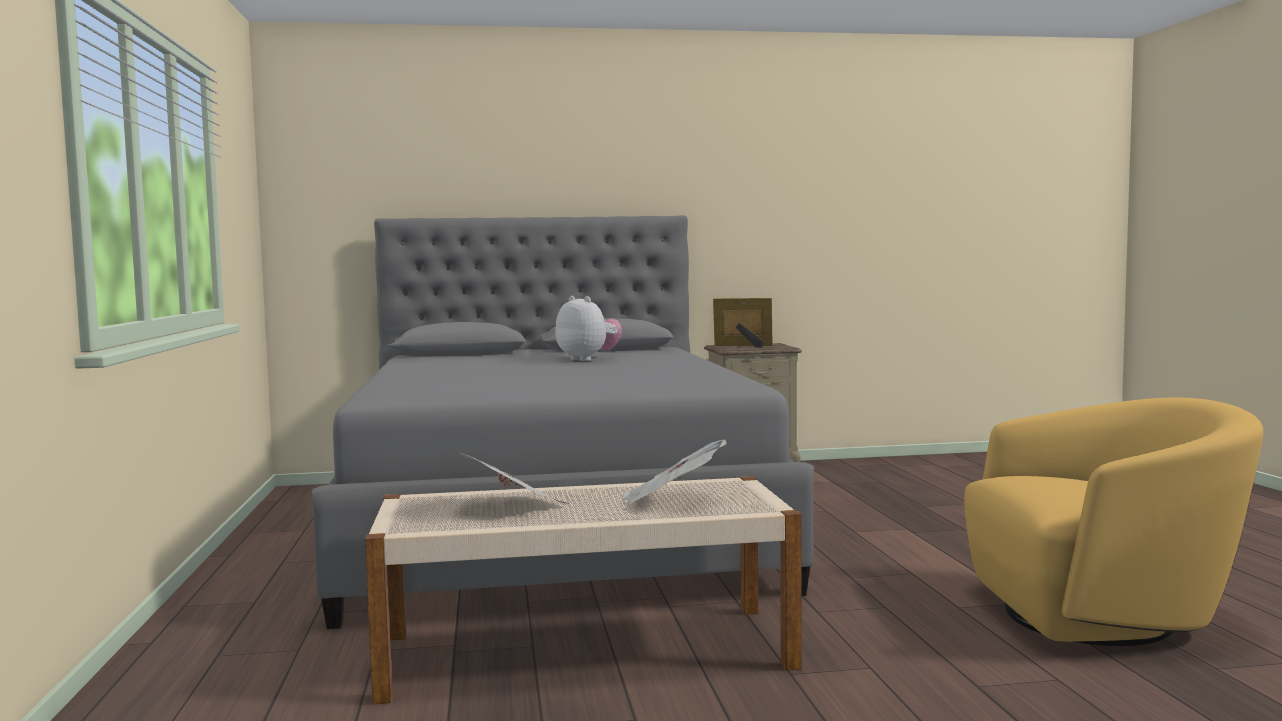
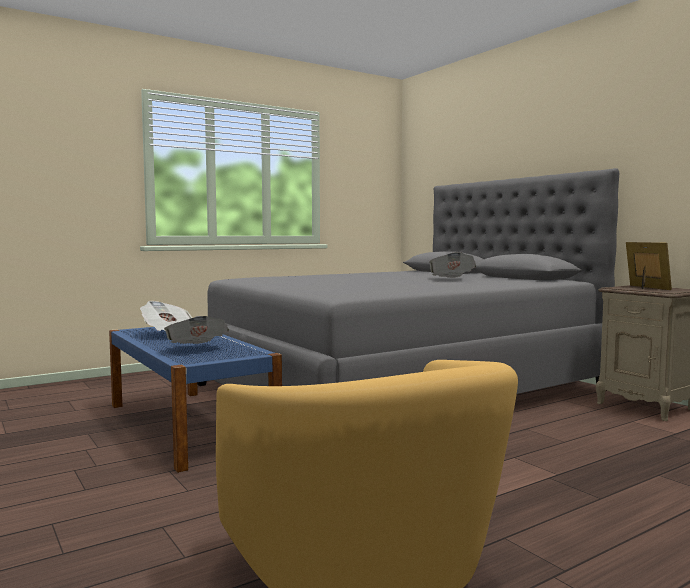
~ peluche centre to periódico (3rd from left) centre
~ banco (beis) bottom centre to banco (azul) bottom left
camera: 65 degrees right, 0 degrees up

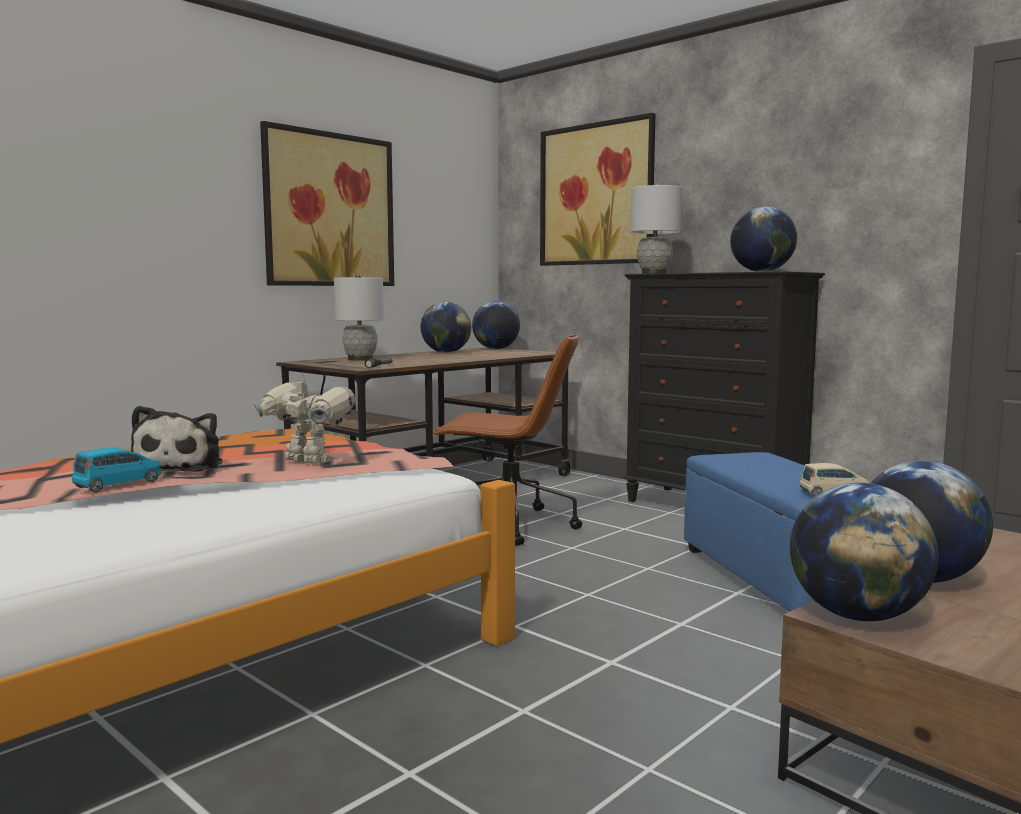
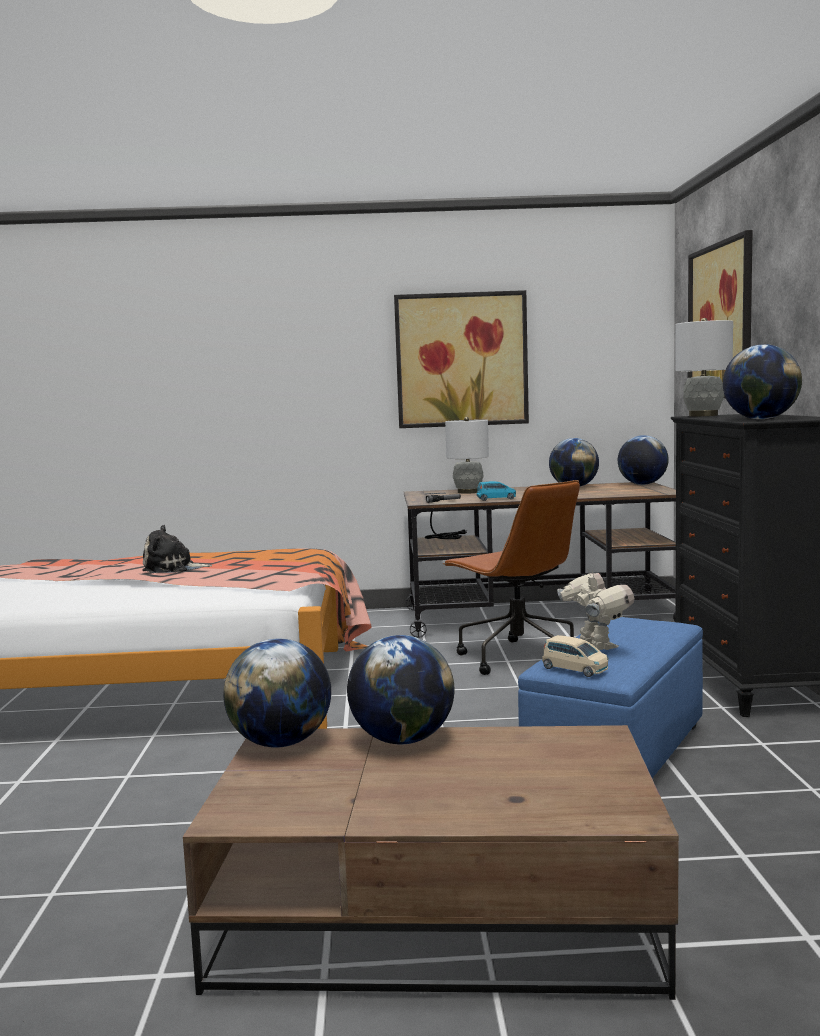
~ robot de juguete middle left to middle right
~ peluche middle left = middle left 45 degrees clockwise
~ coche de juguete (azul) middle left to centre
camera: 45 degrees right, 0 degrees up

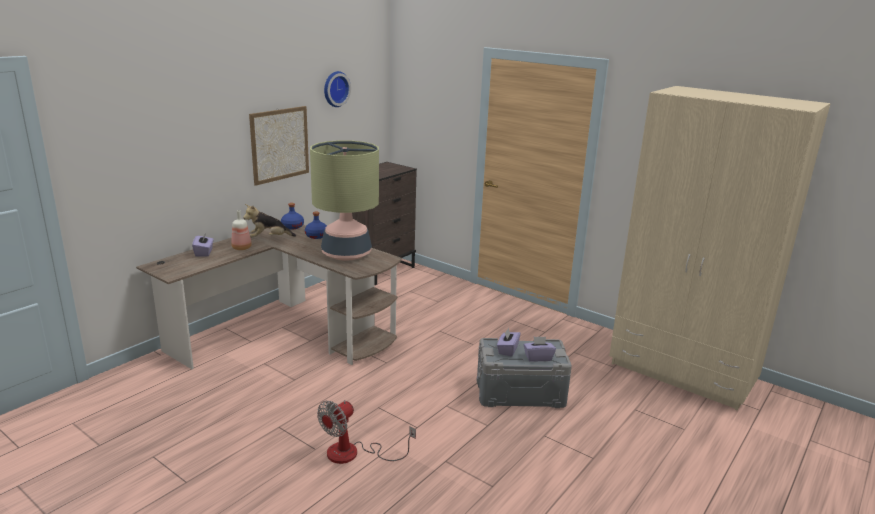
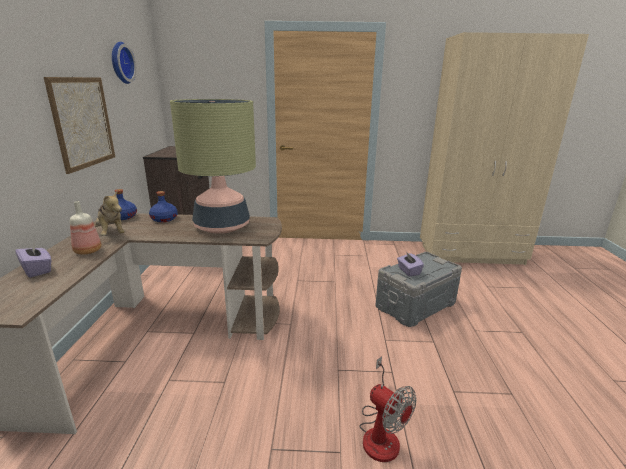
~ peluche middle left = middle left 75 degrees counterclockwise
- caja de pañuelos (morado) (3rd from left) bottom centre
~ ventilador bottom centre = bottom centre 45 degrees counterclockwise
camera: 35 degrees left, 0 degrees up

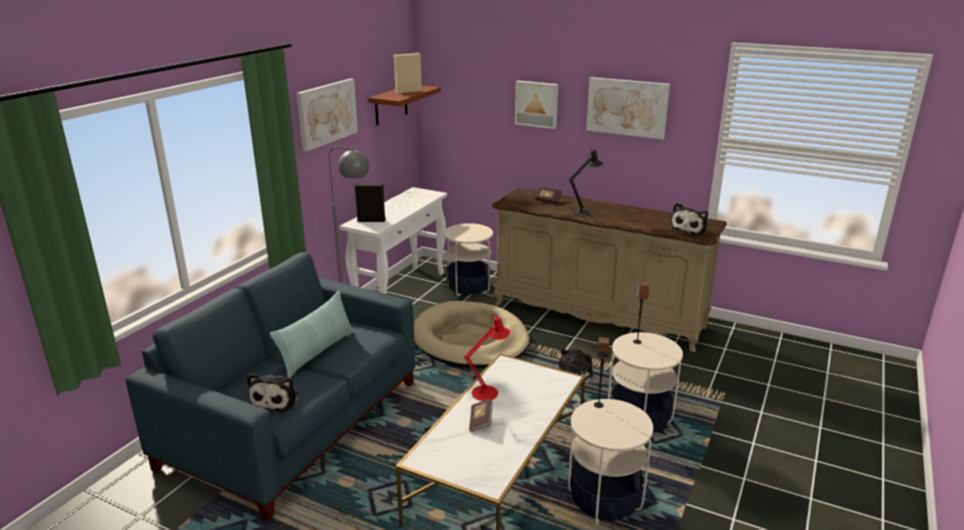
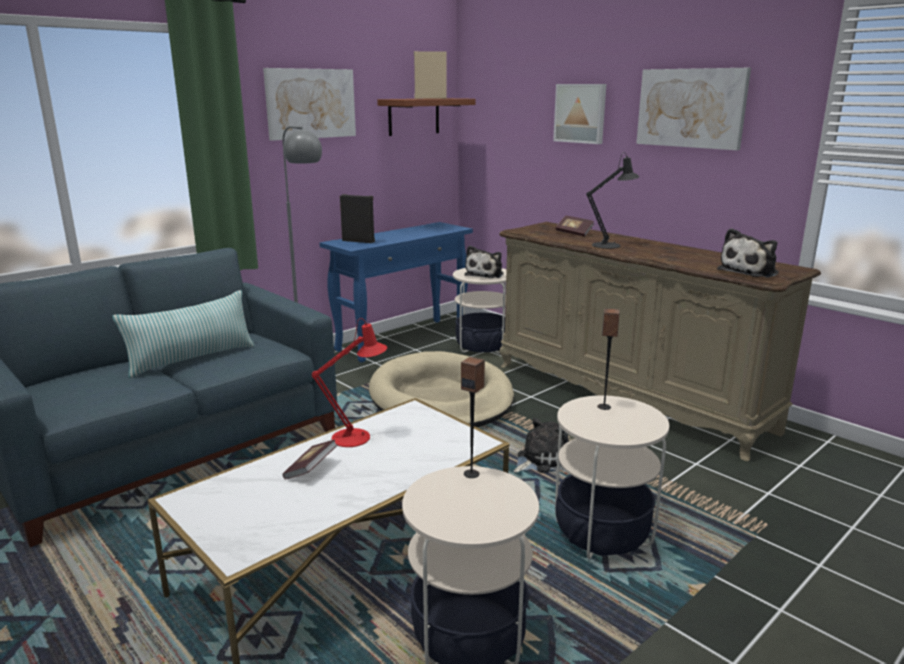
~ mesa consola (blanco) centre to mesa consola (azul) centre
~ peluche (1st from left) bottom left to centre
camera: 20 degrees right, 5 degrees down

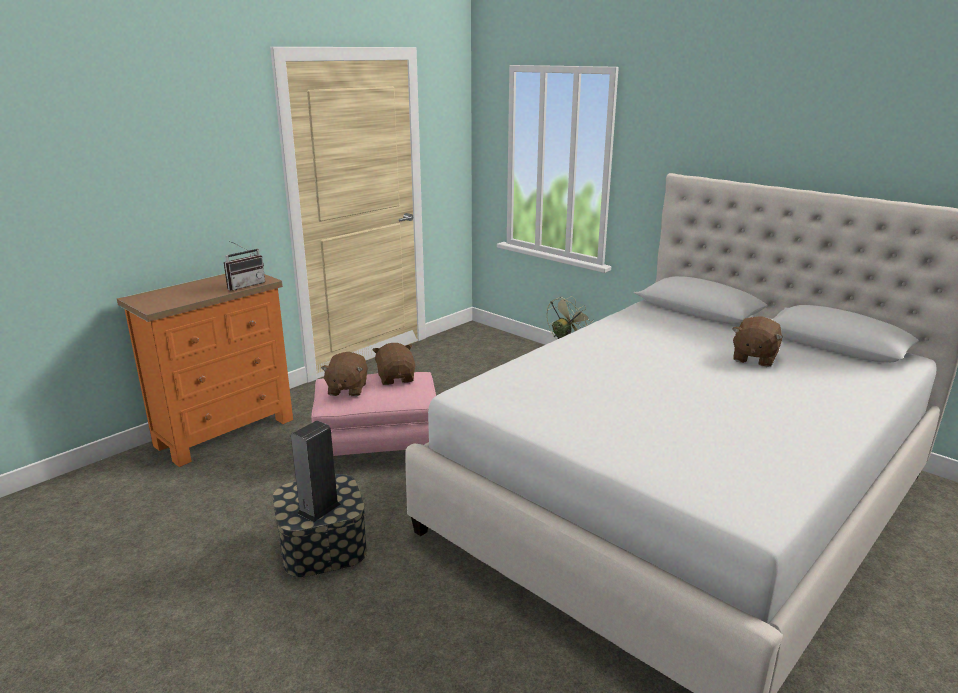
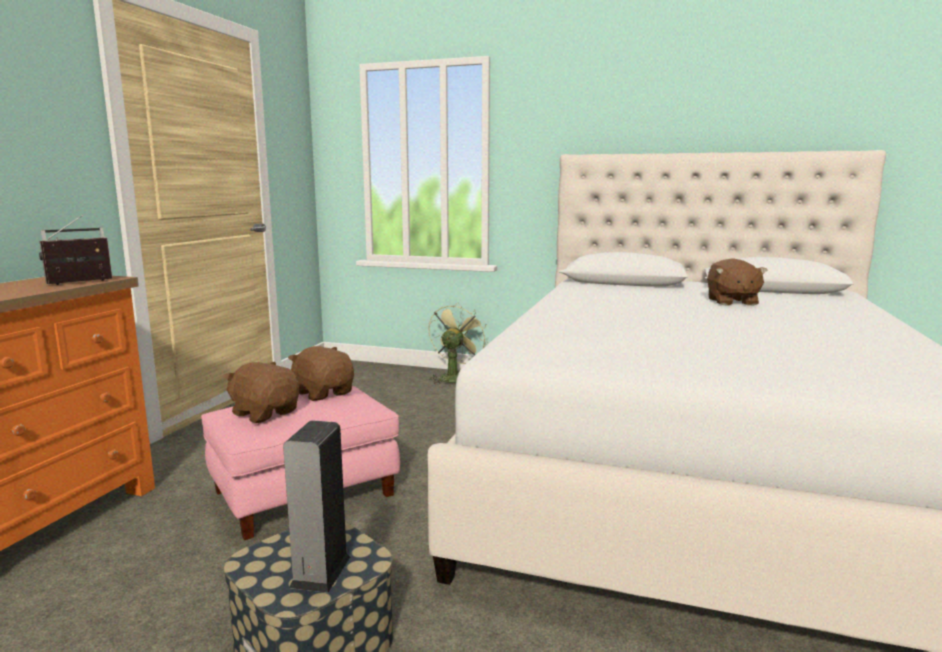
~ radio middle left = middle left 150 degrees counterclockwise
~ peluche (marrón) (1st from left) centre = middle left 150 degrees clockwise
camera: 25 degrees left, 10 degrees down

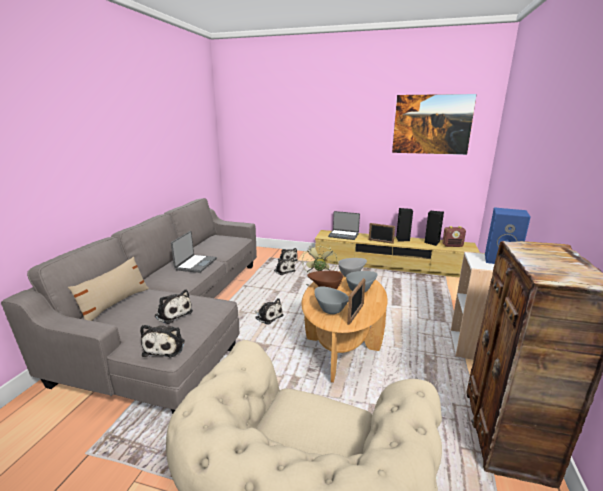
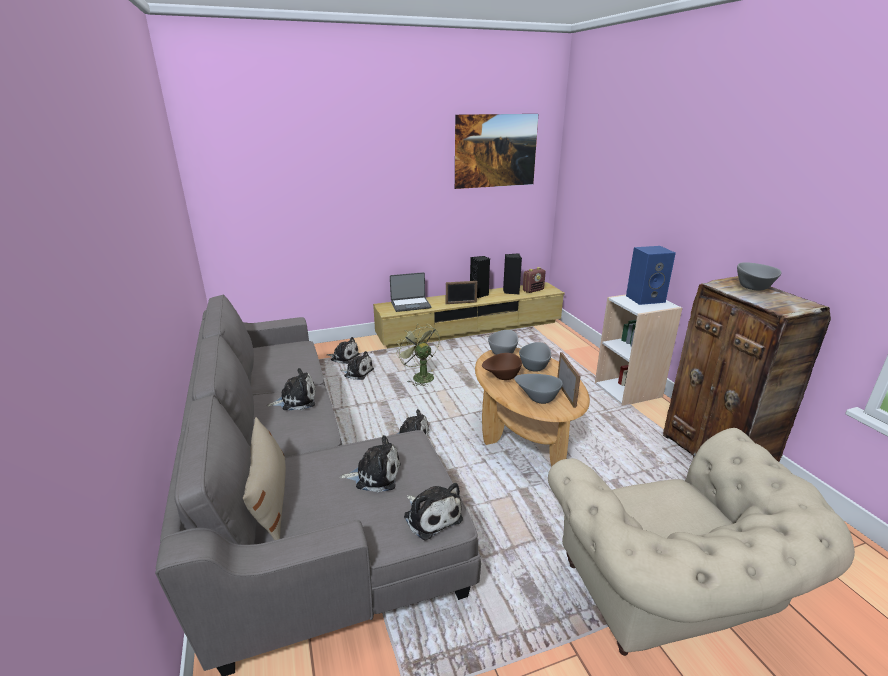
~ portátil (1st from left) middle left to peluche (1st from left) middle left
+ cuenco (gris) (4th from left) middle right
camera: 35 degrees left, 5 degrees up

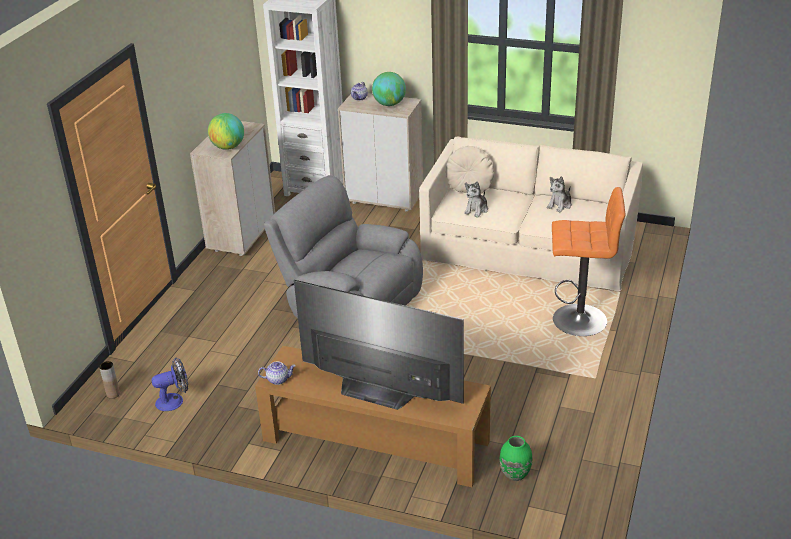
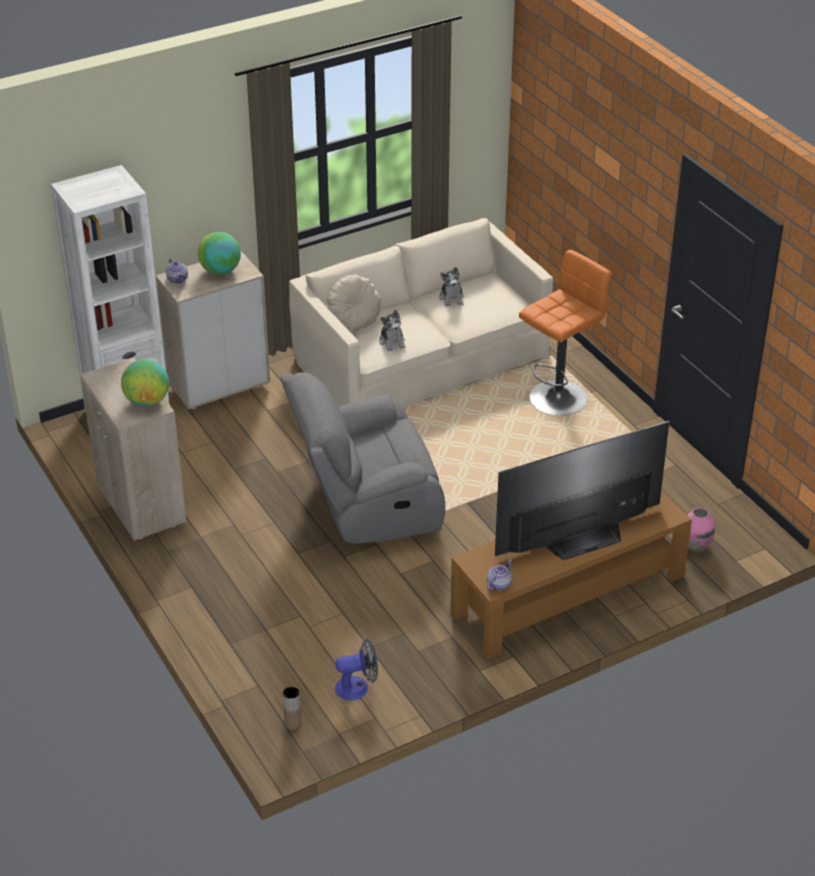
~ ventilador bottom left = bottom centre 60 degrees clockwise
~ florero (verde) bottom centre to florero (rosa) middle right
camera: 50 degrees left, 5 degrees up

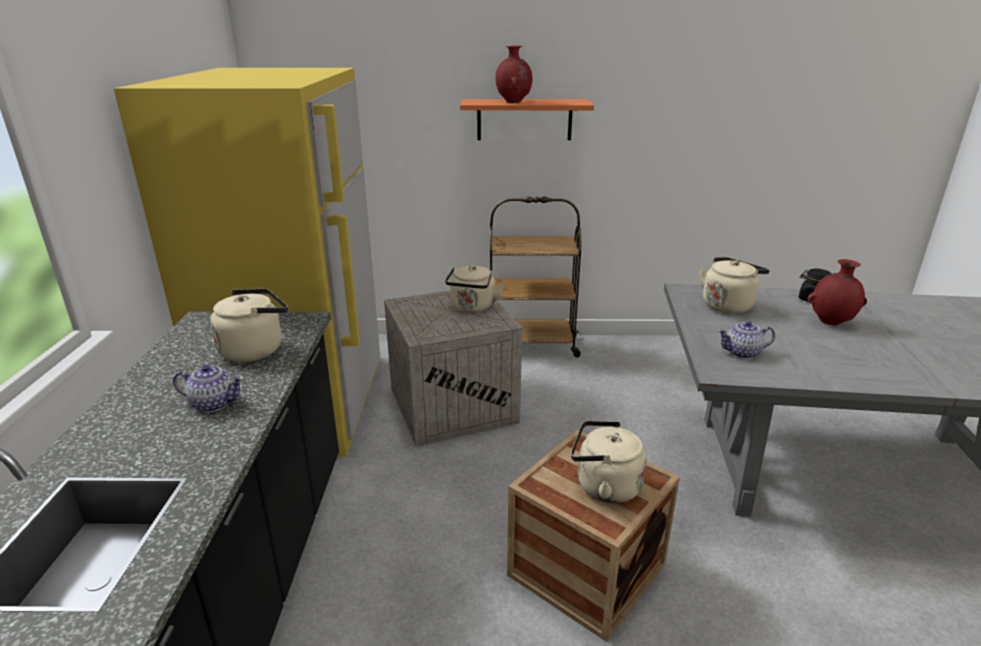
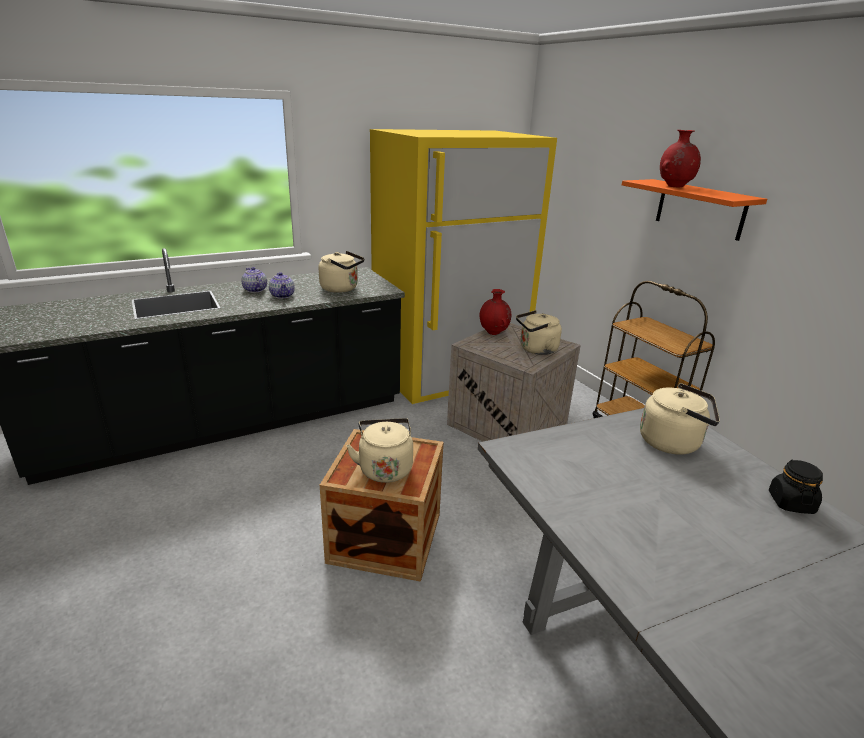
~ florero (rojo) (2nd from left in the first image) middle right to florero (rojo) (1st from left) centre
~ tetera (2nd from left in the first image) middle right to tetera (1st from left) middle left
camera: 60 degrees right, 0 degrees up

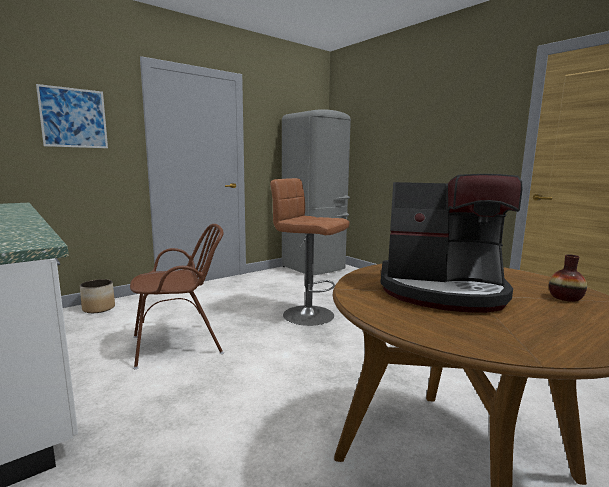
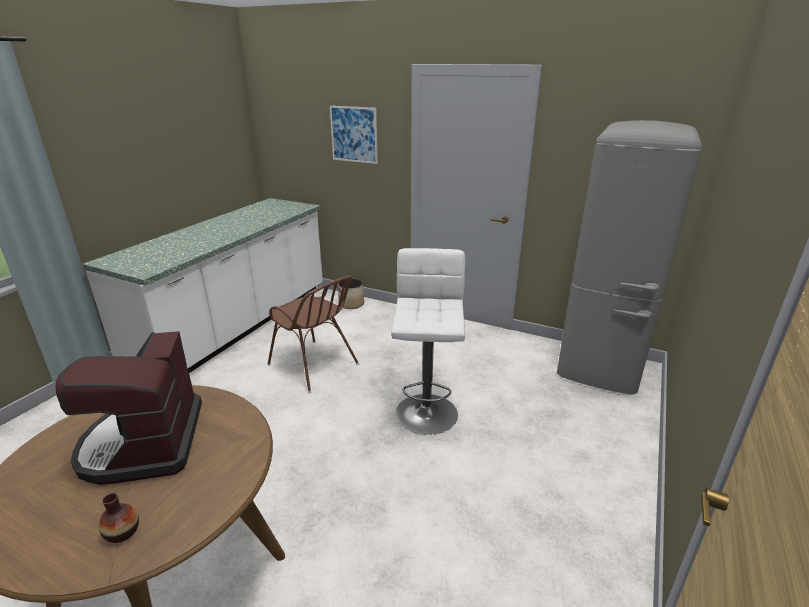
~ taburete (marrón) centre to taburete (blanco) centre
camera: 65 degrees right, 15 degrees up

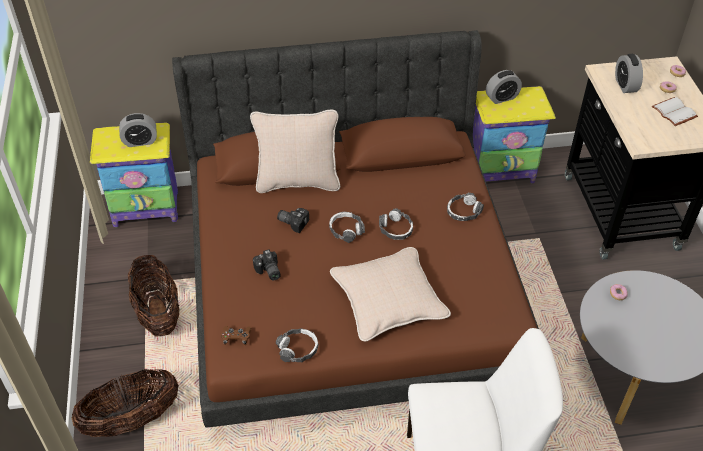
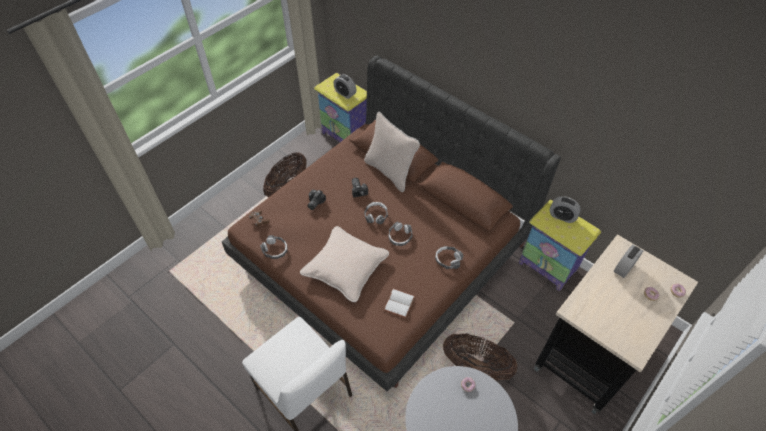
~ libro (blanco) top right to bottom centre
~ cesta (1st from left in the first image) bottom left to cesta (2nd from left) bottom centre
camera: 50 degrees right, 5 degrees up

